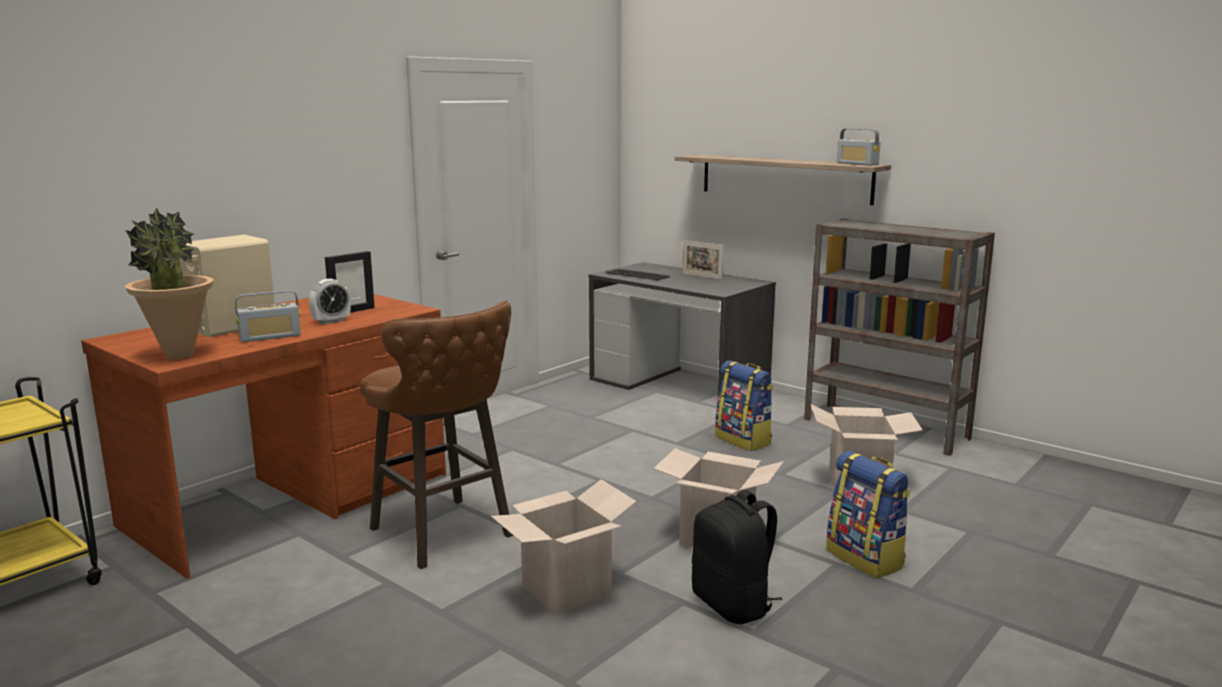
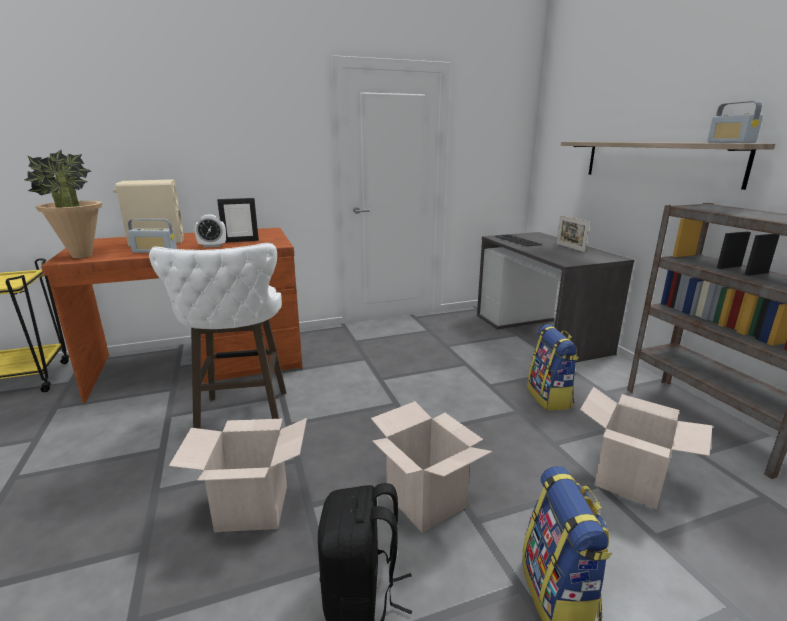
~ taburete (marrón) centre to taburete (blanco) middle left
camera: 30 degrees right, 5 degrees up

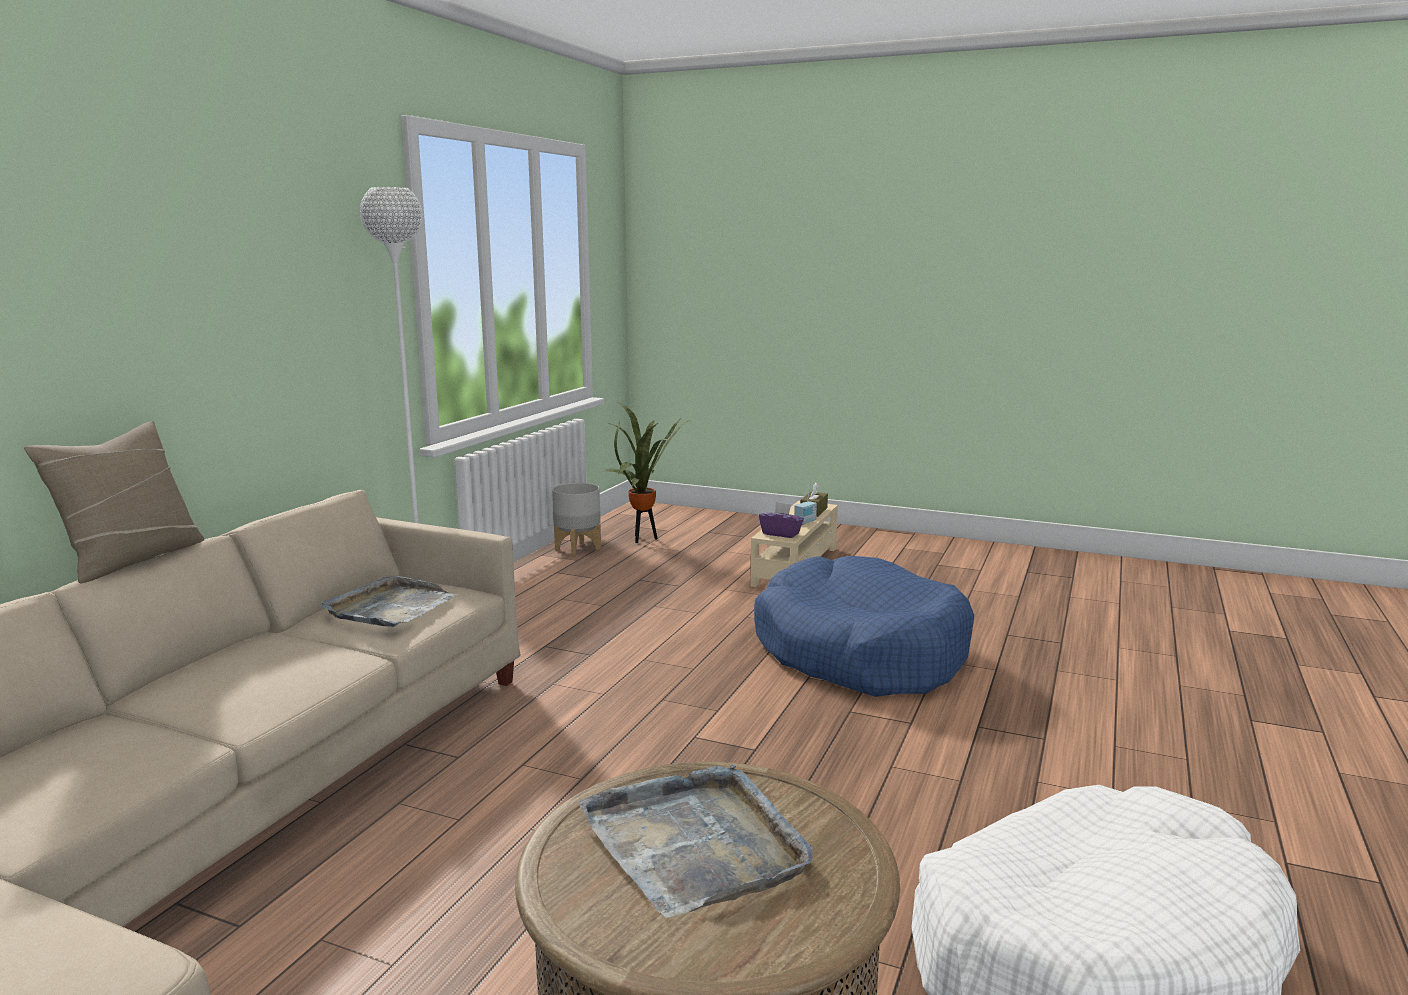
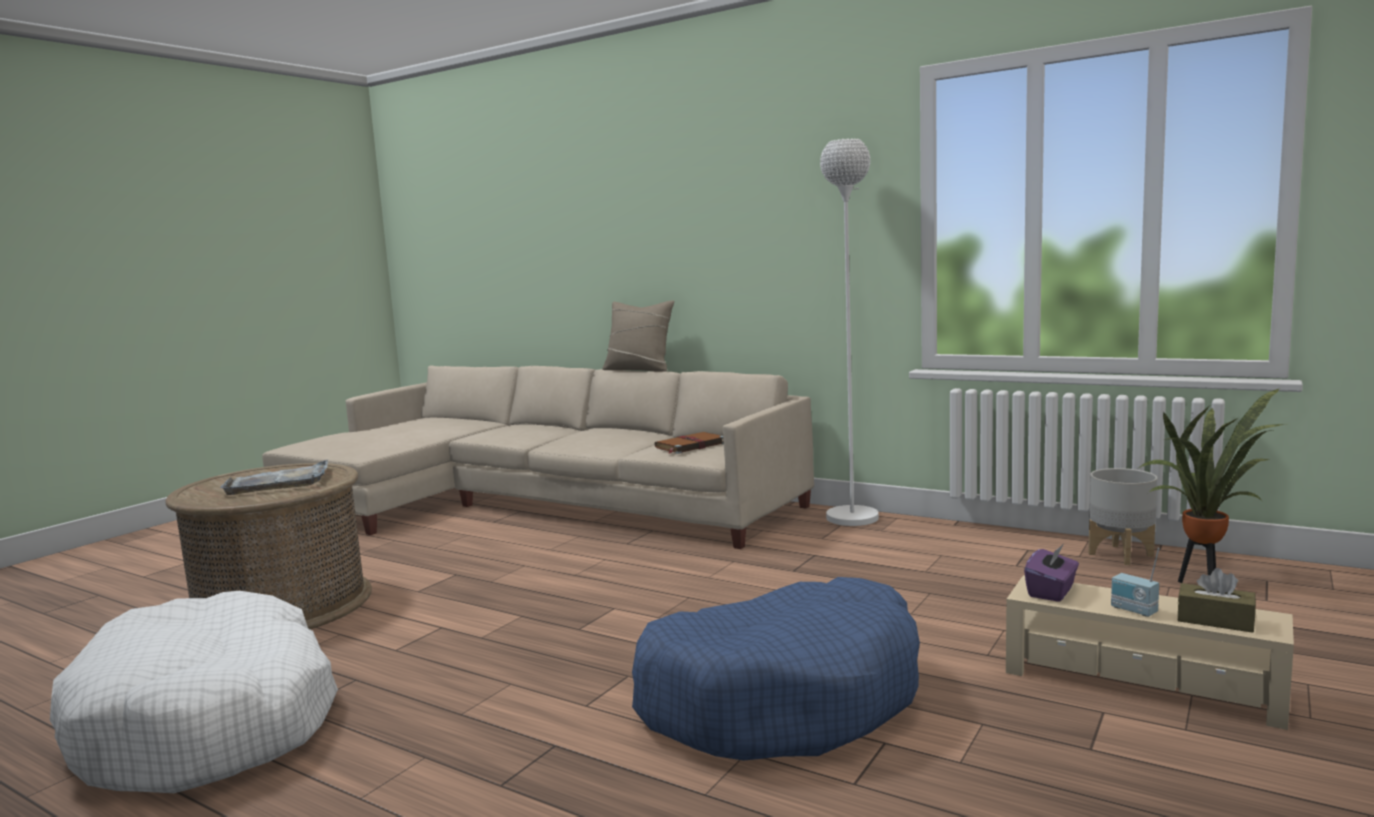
~ bandeja (gris) (1st from left) middle left to libro (marrón) centre
camera: 100 degrees right, 5 degrees down

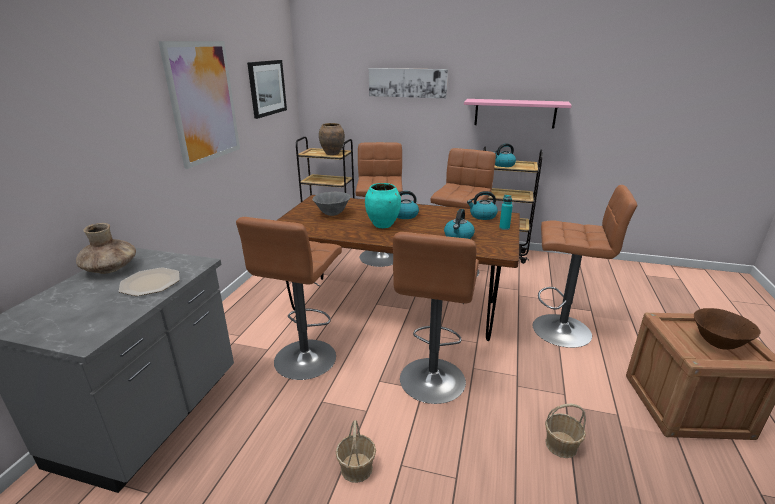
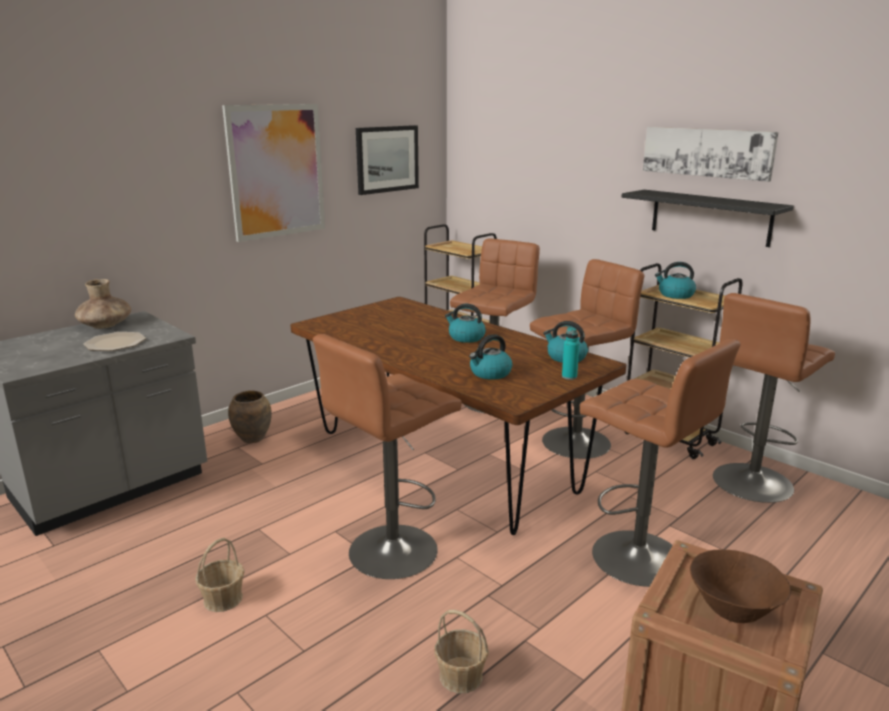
~ cuadro (3rd from left) top centre to top right
~ estante (rosa) top right to estante (negro) top right
~ florero (marrón) (2nd from left) top centre to middle left
- florero (turquesa) centre
- cuenco (gris) centre
~ taburete (marrón) (1st from left in the first image) centre to taburete (marrón) (5th from left) middle right
camera: 30 degrees right, 5 degrees down

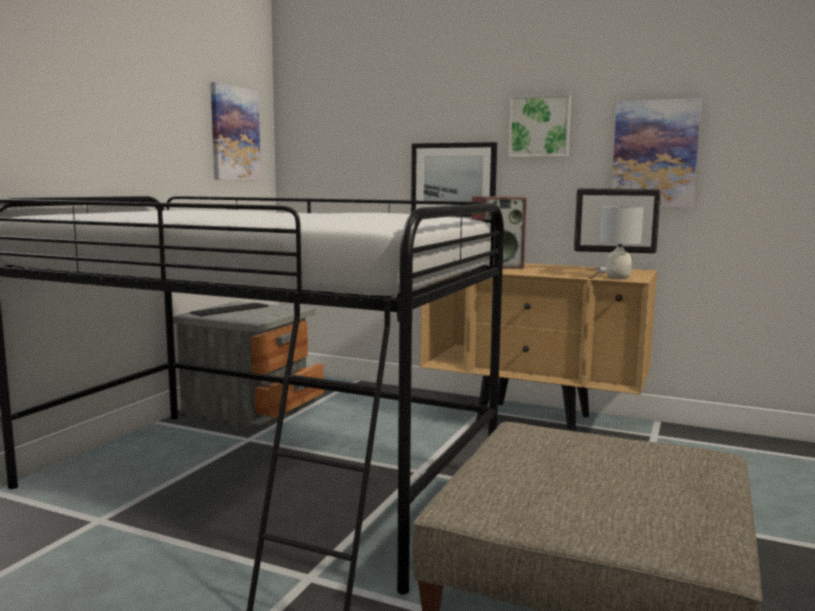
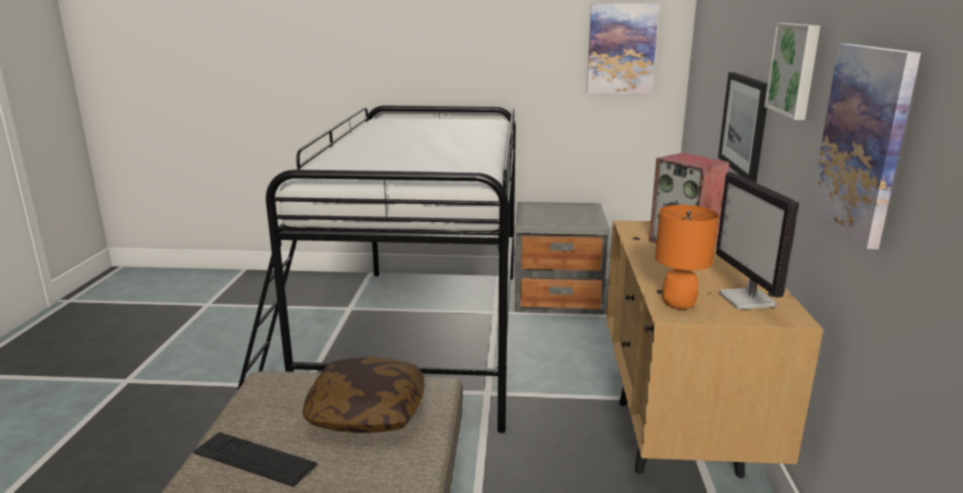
~ lámpara de mesa (gris) middle right to lámpara de mesa (naranja) middle right
~ teclado middle left to bottom left
+ cojín bottom centre
camera: 70 degrees right, 10 degrees up

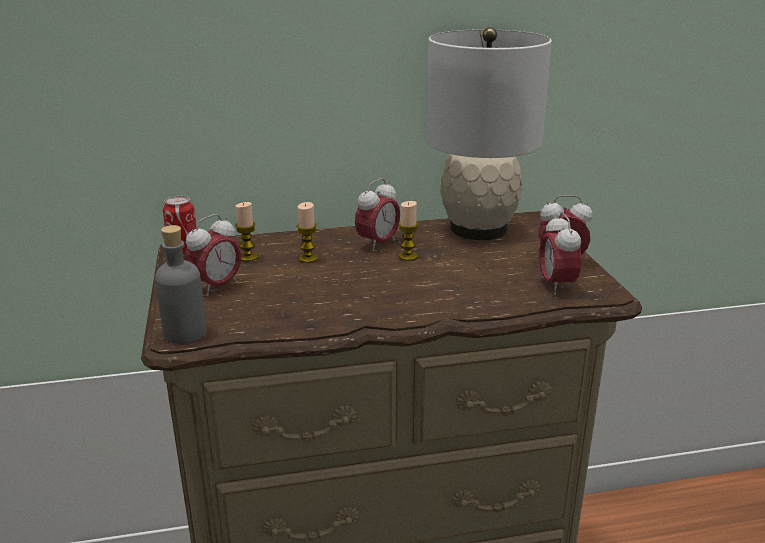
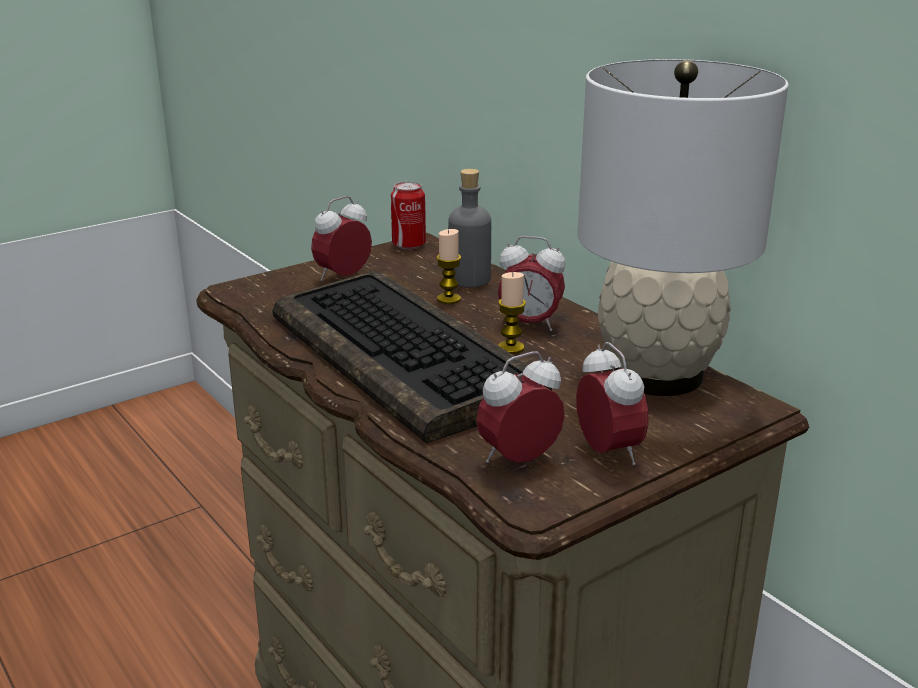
- vela (1st from left) middle left
~ despertador (1st from left) middle left = centre 120 degrees clockwise
~ botella (gris) middle left to top centre
+ teclado centre
camera: 65 degrees right, 0 degrees up

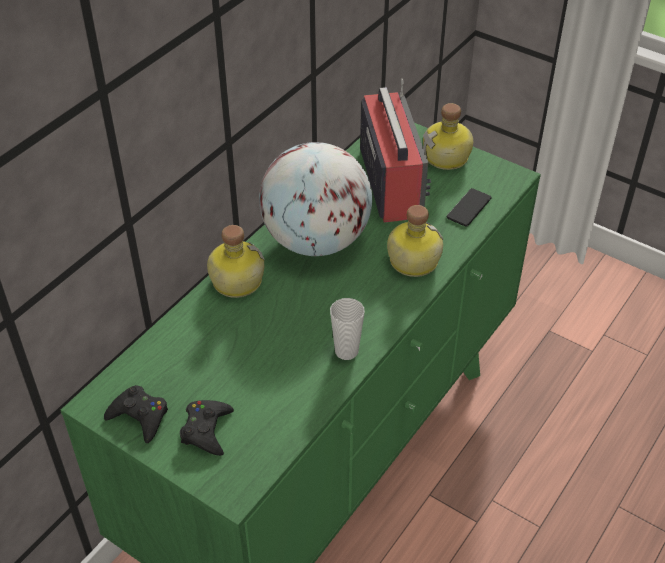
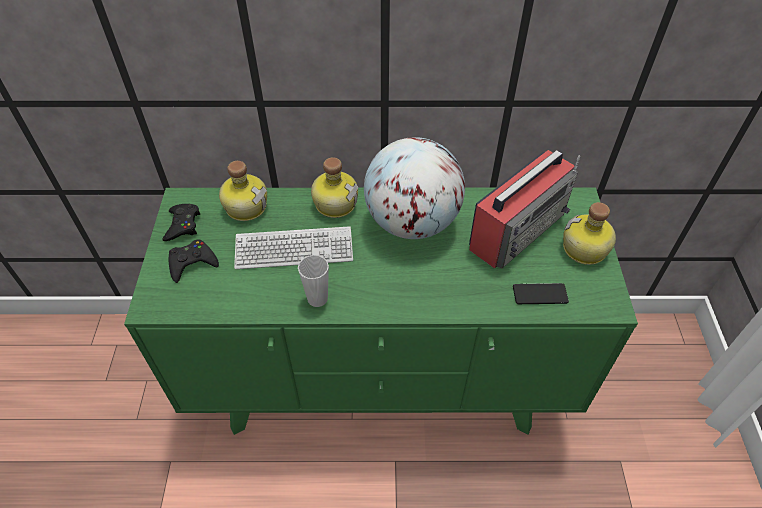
~ botella (2nd from left in the first image) centre to botella (1st from left) middle left
+ teclado centre
camera: 55 degrees right, 5 degrees up

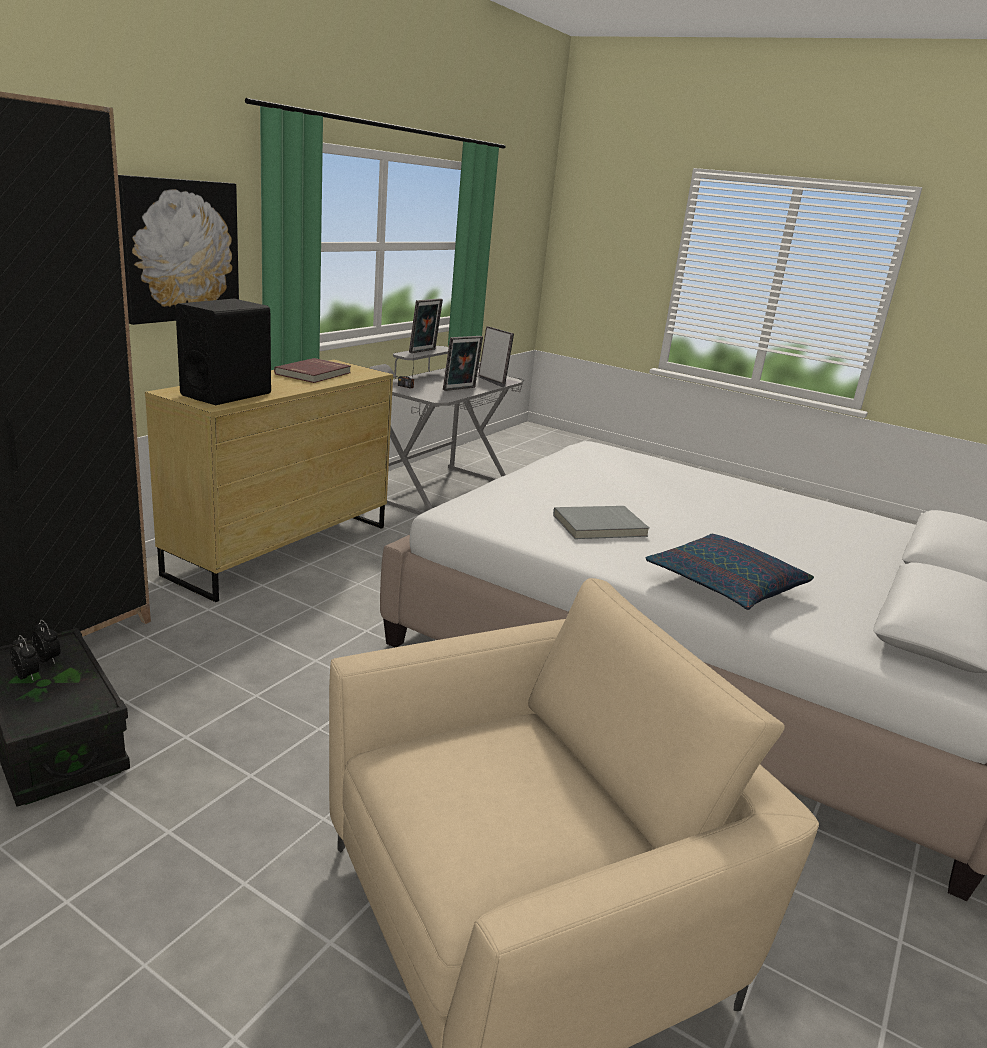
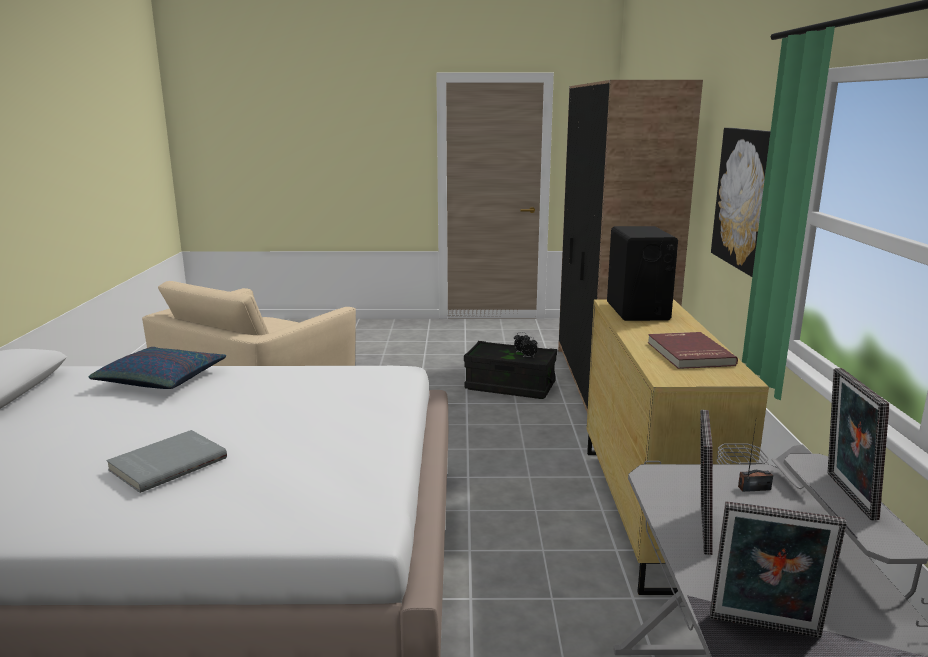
~ libro (gris) centre to bottom left
camera: 150 degrees right, 5 degrees down

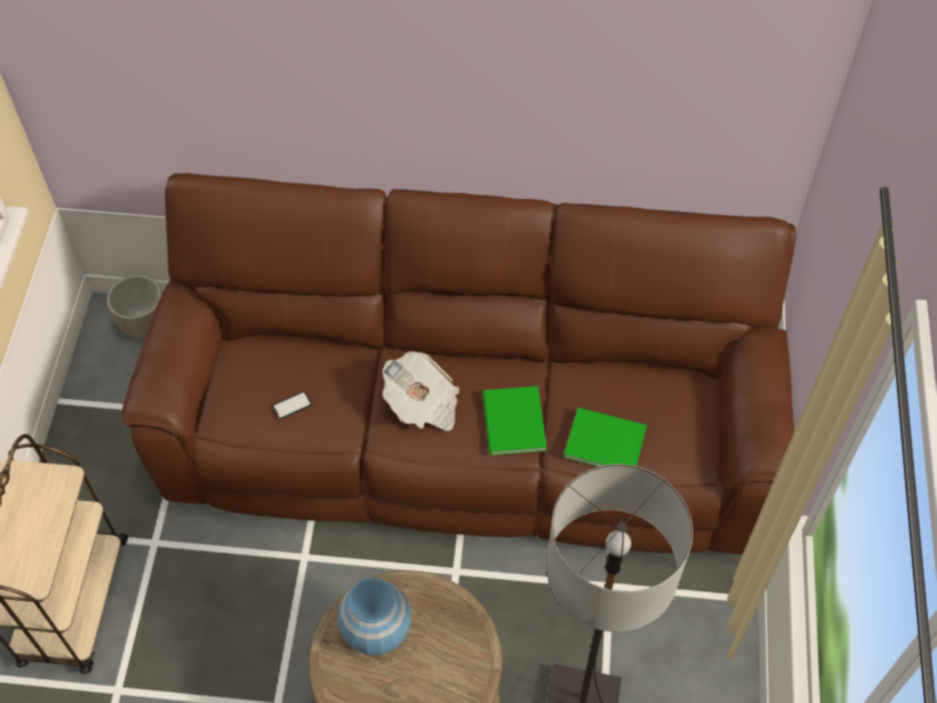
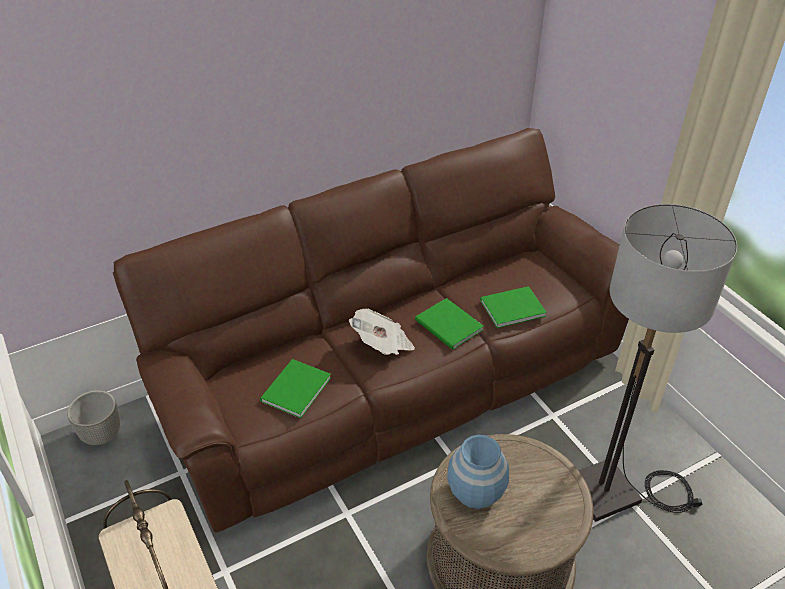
~ móvil middle left to libro (verde) (1st from left) centre
camera: 35 degrees left, 15 degrees down

